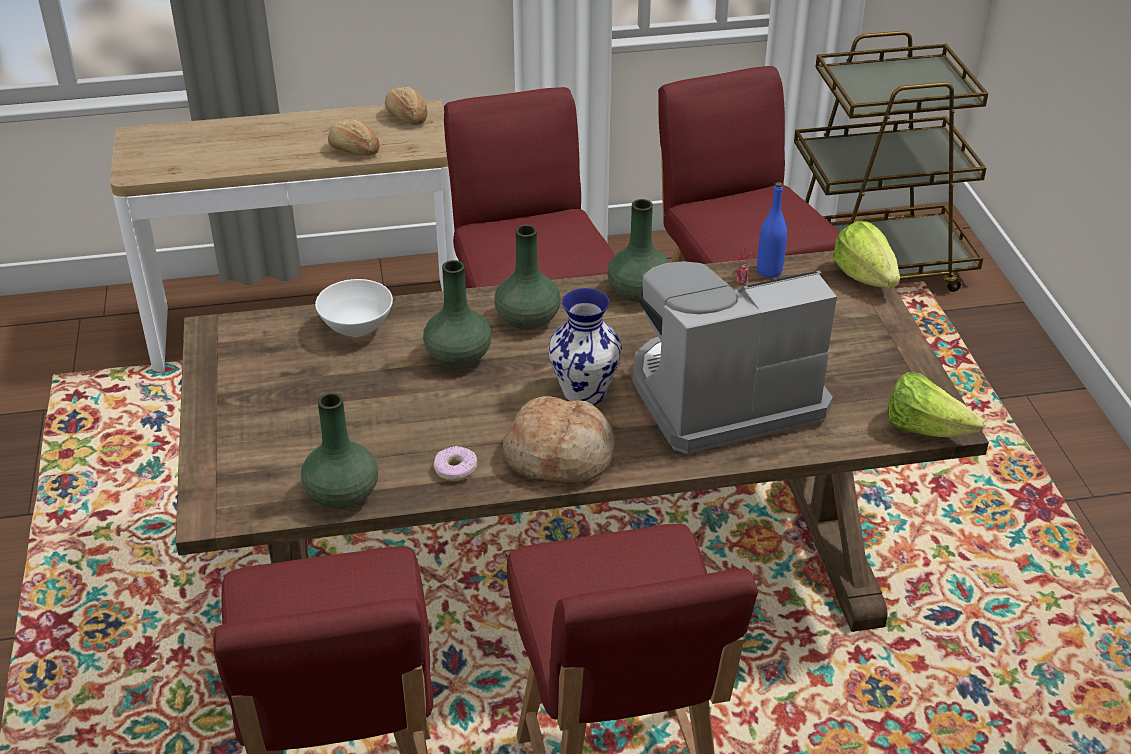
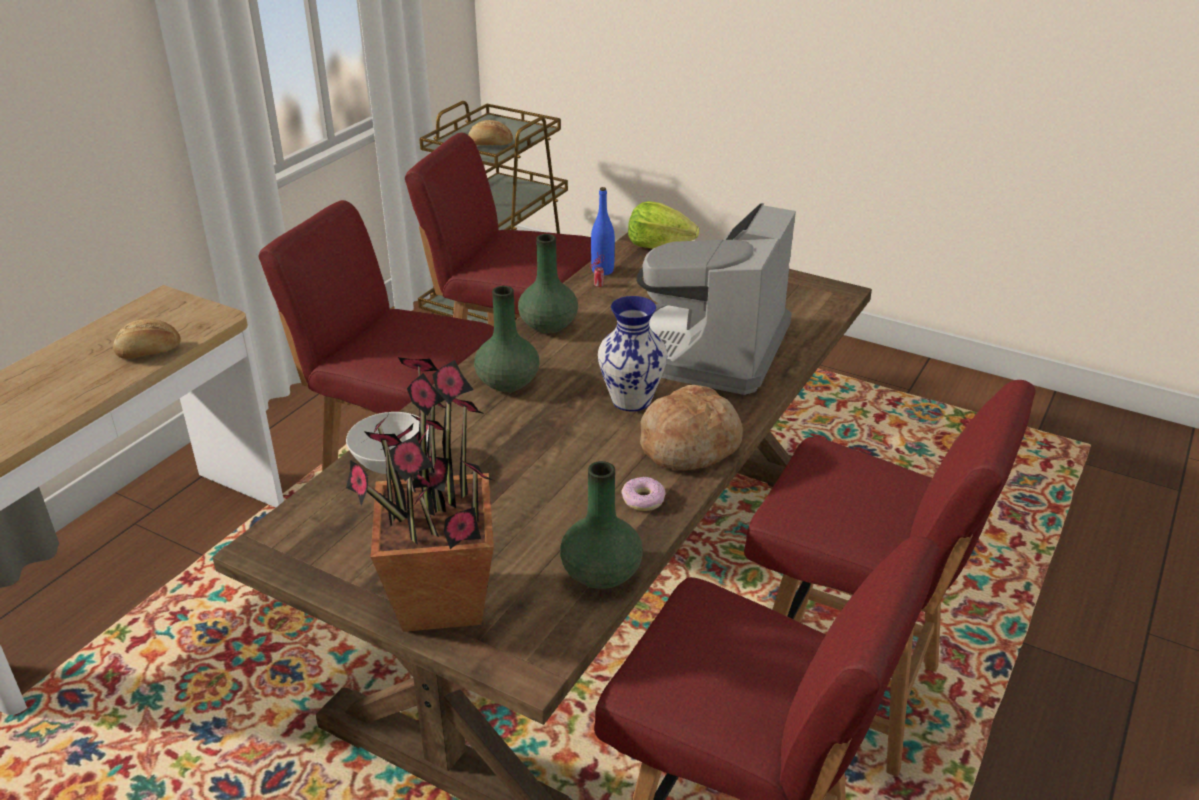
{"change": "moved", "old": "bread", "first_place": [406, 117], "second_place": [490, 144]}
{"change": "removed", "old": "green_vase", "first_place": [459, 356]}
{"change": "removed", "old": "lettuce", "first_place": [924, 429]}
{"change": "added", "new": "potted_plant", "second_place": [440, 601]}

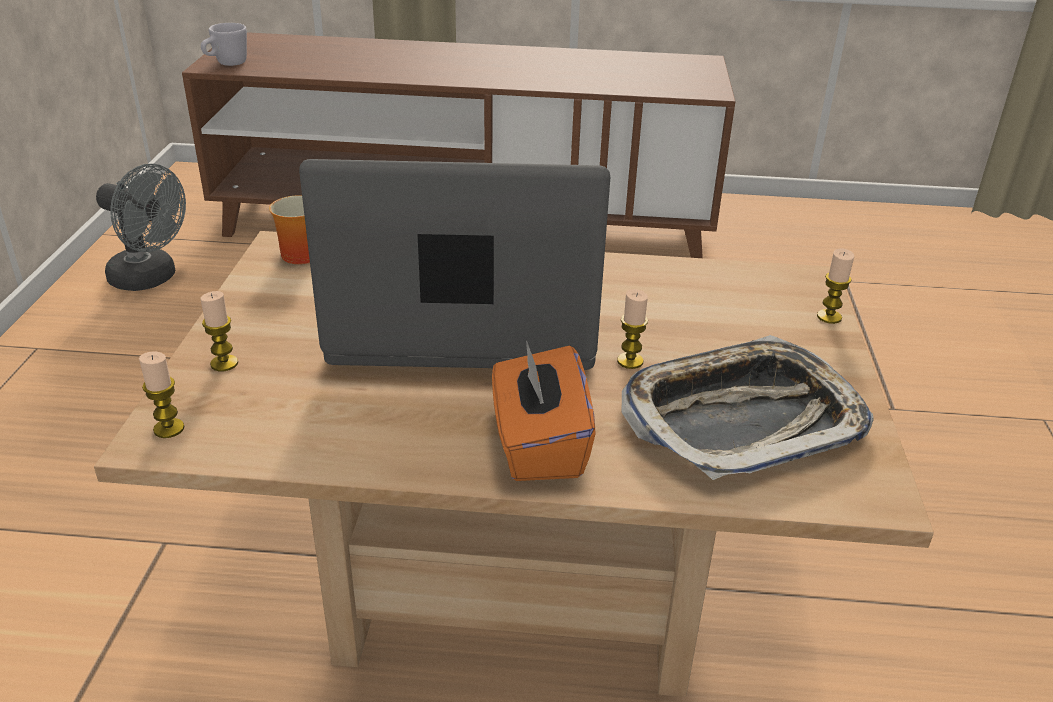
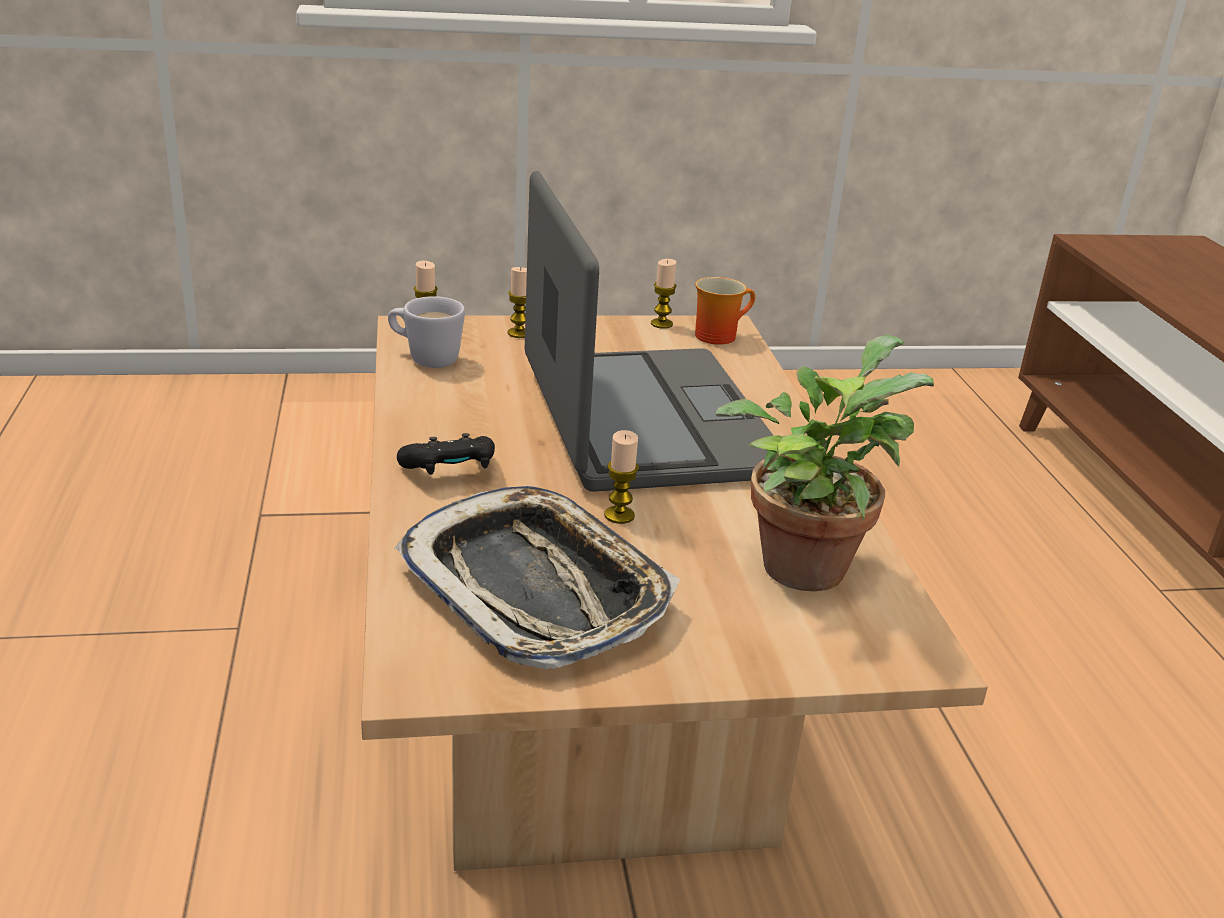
{"change": "removed", "old": "grey_fan", "first_place": [151, 279]}
{"change": "moved", "old": "white_mug", "first_place": [226, 64], "second_place": [425, 358]}
{"change": "replaced", "old": "orange_tissue_box", "new": "black_game_controller", "first_place": [538, 445], "second_place": [450, 473]}
{"change": "moved", "old": "candle", "first_place": [829, 317], "second_place": [661, 324]}
{"change": "added", "new": "potted_plant", "second_place": [804, 561]}

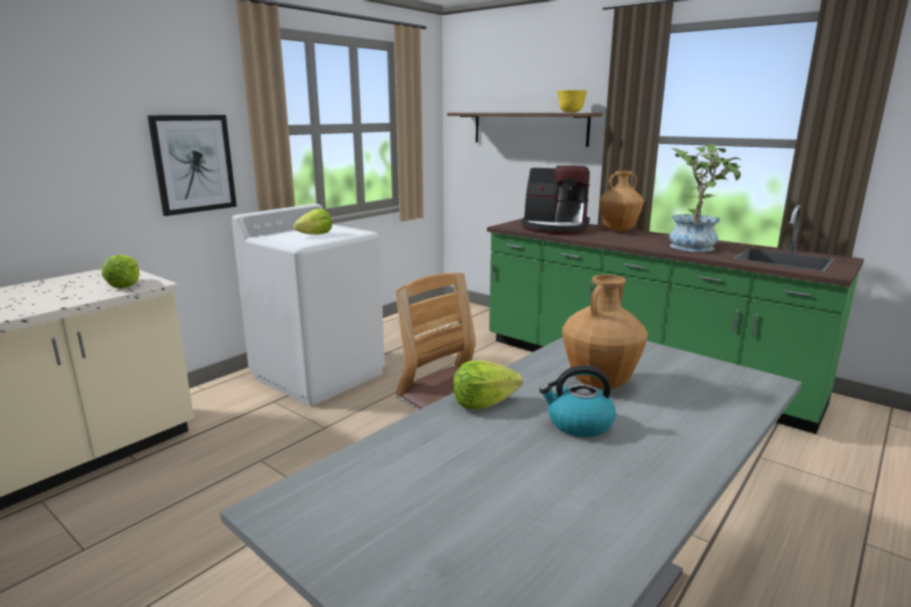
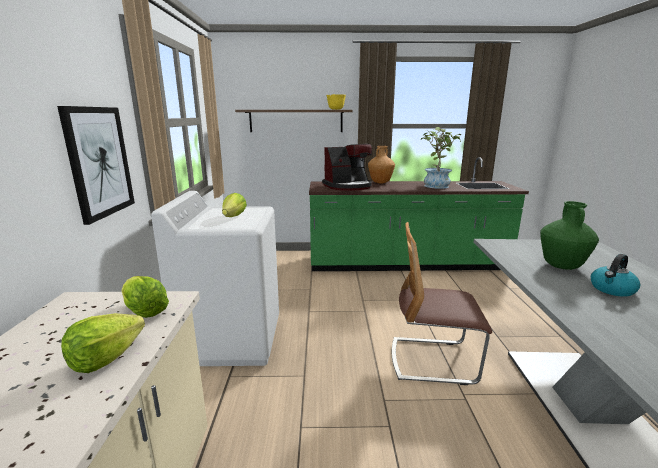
{"change": "moved", "old": "lettuce", "first_place": [483, 403], "second_place": [106, 358]}
{"change": "recoloured", "old": "brown_vase", "new": "green_vase", "first_place": [599, 384], "second_place": [561, 266]}

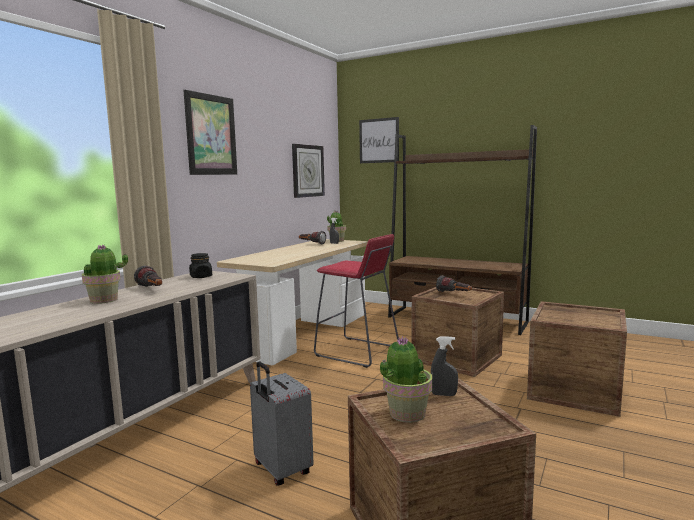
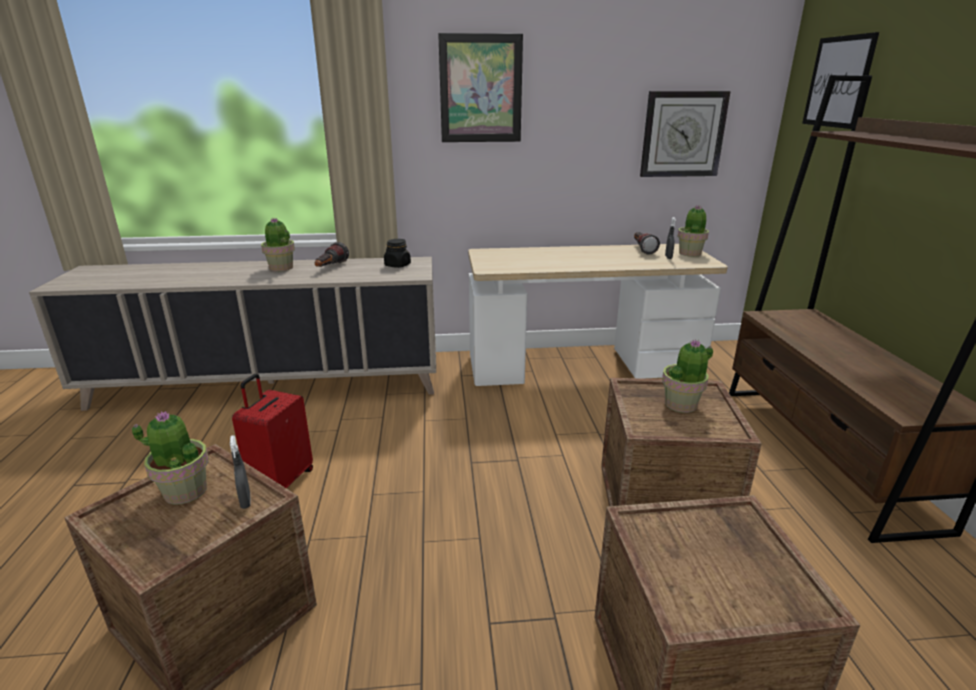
{"change": "recoloured", "old": "grey_suitcase", "new": "red_suitcase", "first_place": [281, 470], "second_place": [281, 480]}
{"change": "removed", "old": "red_stool", "first_place": [357, 352]}
{"change": "replaced", "old": "flashlight", "new": "potted_plant", "first_place": [454, 294], "second_place": [681, 404]}

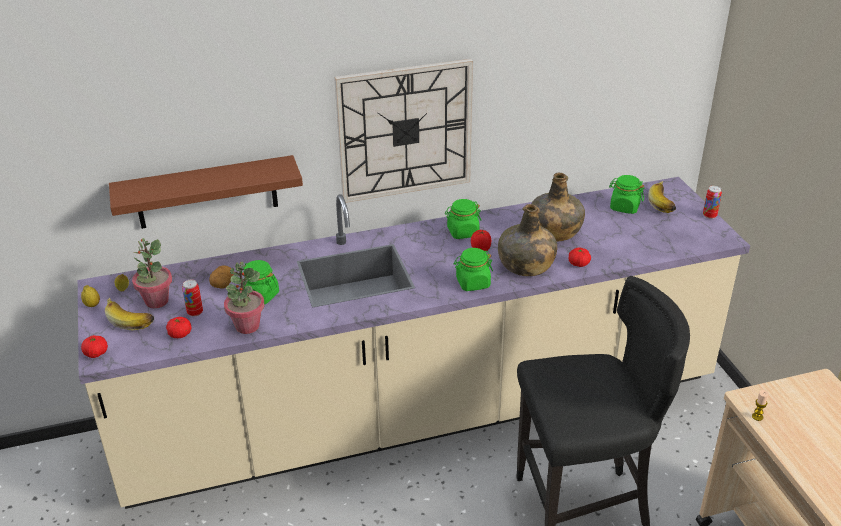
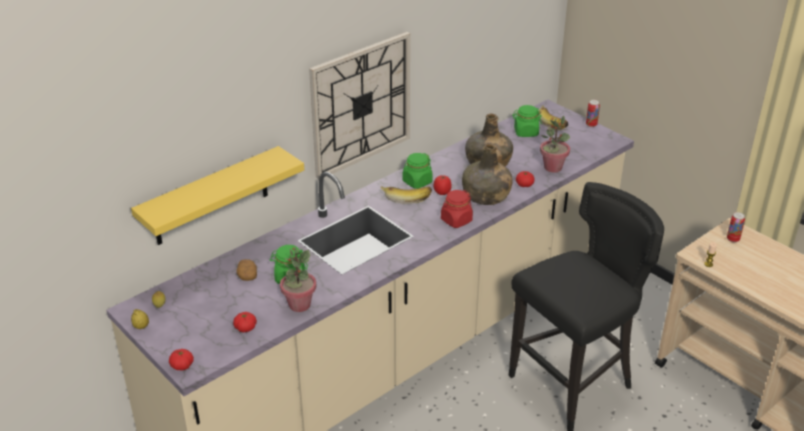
{"change": "moved", "old": "banana", "first_place": [131, 319], "second_place": [406, 197]}
{"change": "recoloured", "old": "brown_shelf", "new": "yellow_shelf", "first_place": [206, 192], "second_place": [211, 197]}
{"change": "moved", "old": "potted_plant", "first_place": [156, 301], "second_place": [552, 167]}
{"change": "moved", "old": "can", "first_place": [195, 312], "second_place": [733, 239]}
{"change": "recoloured", "old": "green_jar", "new": "red_jar", "first_place": [472, 283], "second_place": [456, 220]}

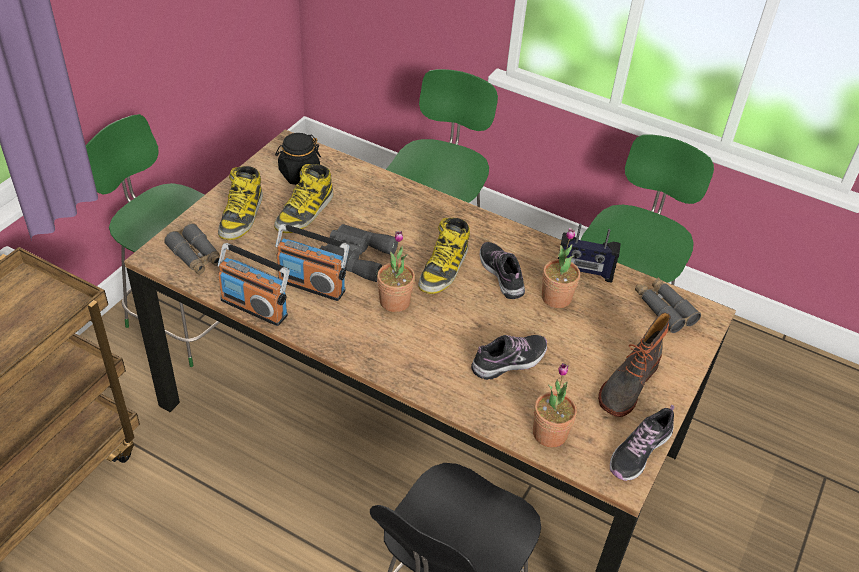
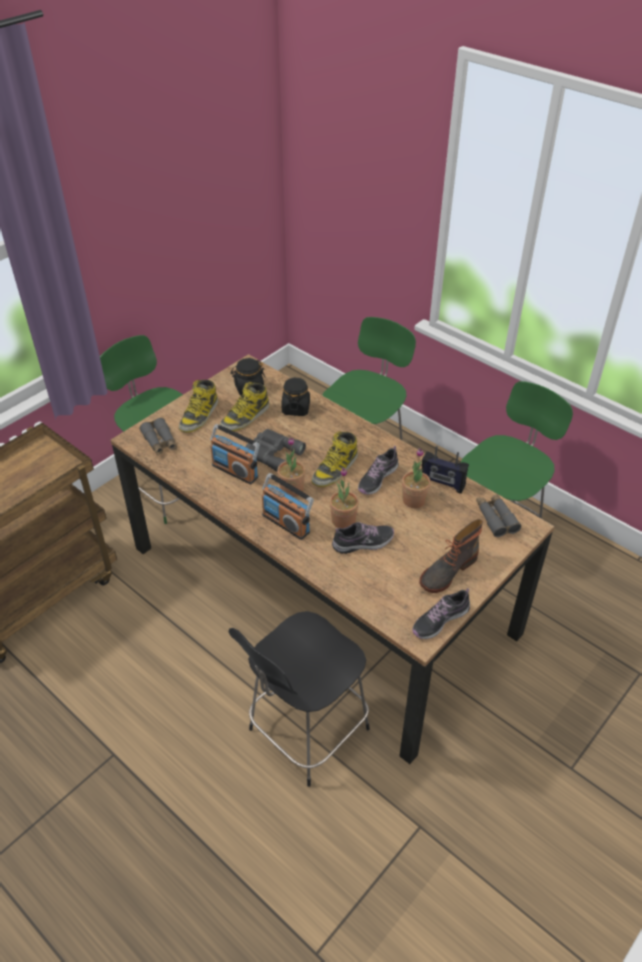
{"change": "moved", "old": "radio", "first_place": [255, 307], "second_place": [286, 523]}
{"change": "turned", "old": "shoe", "first_place": [501, 275], "second_place": [377, 478], "degrees": -135}
{"change": "moved", "old": "potted_plant", "first_place": [549, 434], "second_place": [343, 520]}
{"change": "added", "new": "black_jar", "second_place": [296, 408]}

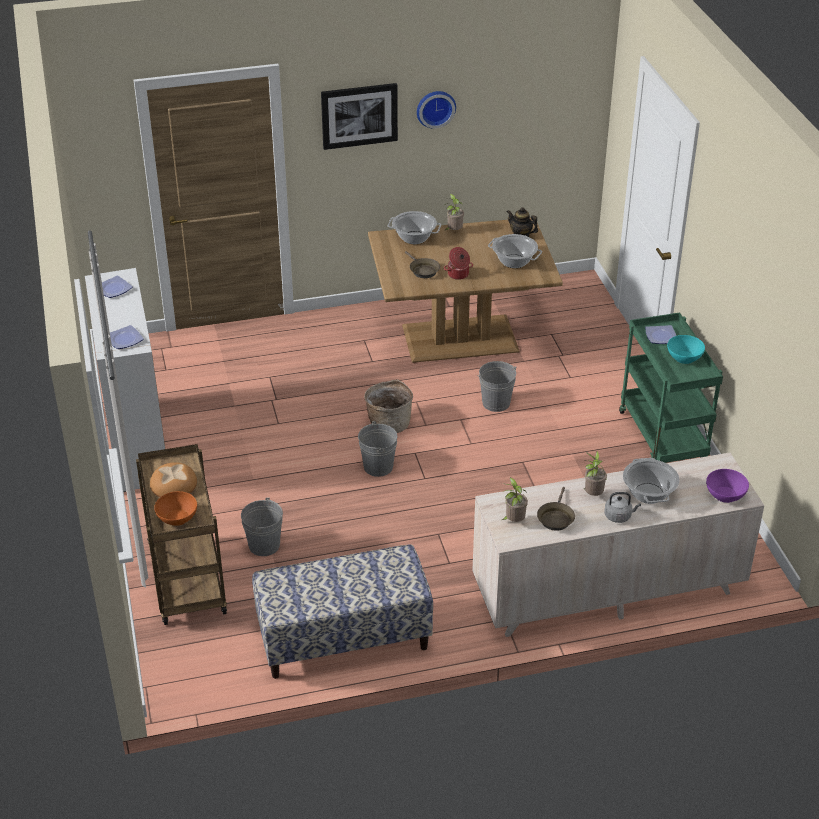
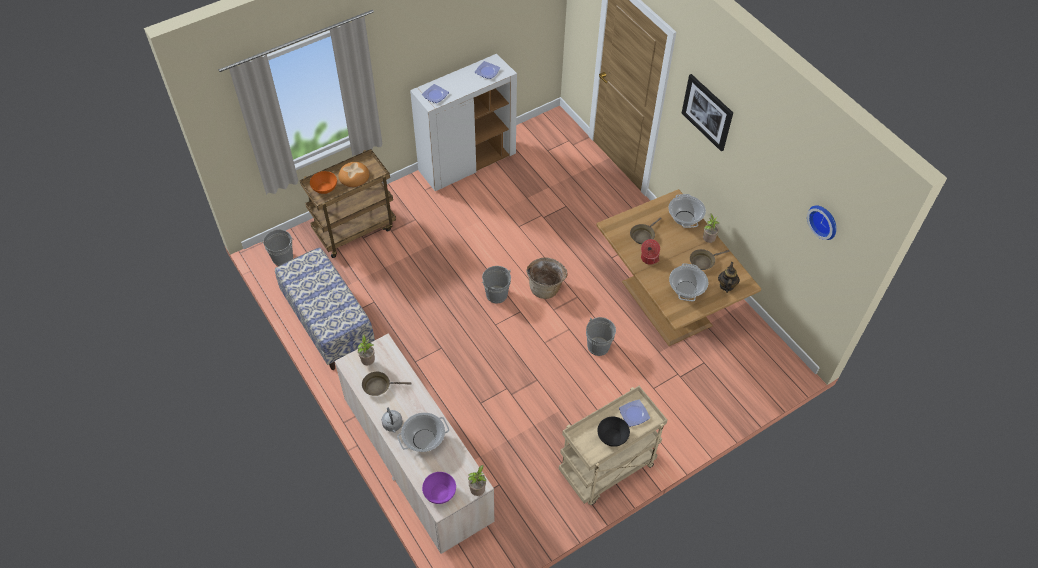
{"change": "moved", "old": "grey_bucket", "first_place": [264, 545], "second_place": [282, 258]}
{"change": "moved", "old": "wall_clock", "first_place": [435, 108], "second_place": [824, 221]}
{"change": "moved", "old": "potted_plant", "first_place": [592, 494], "second_place": [478, 490]}
{"change": "recoloured", "old": "green_cart", "new": "beige_cart", "first_place": [664, 437], "second_place": [606, 470]}
{"change": "recoloured", "old": "turquoise_bowl", "new": "black_bowl", "first_place": [684, 357], "second_place": [612, 436]}
{"change": "added", "new": "brown_frying_pan", "second_place": [703, 261]}

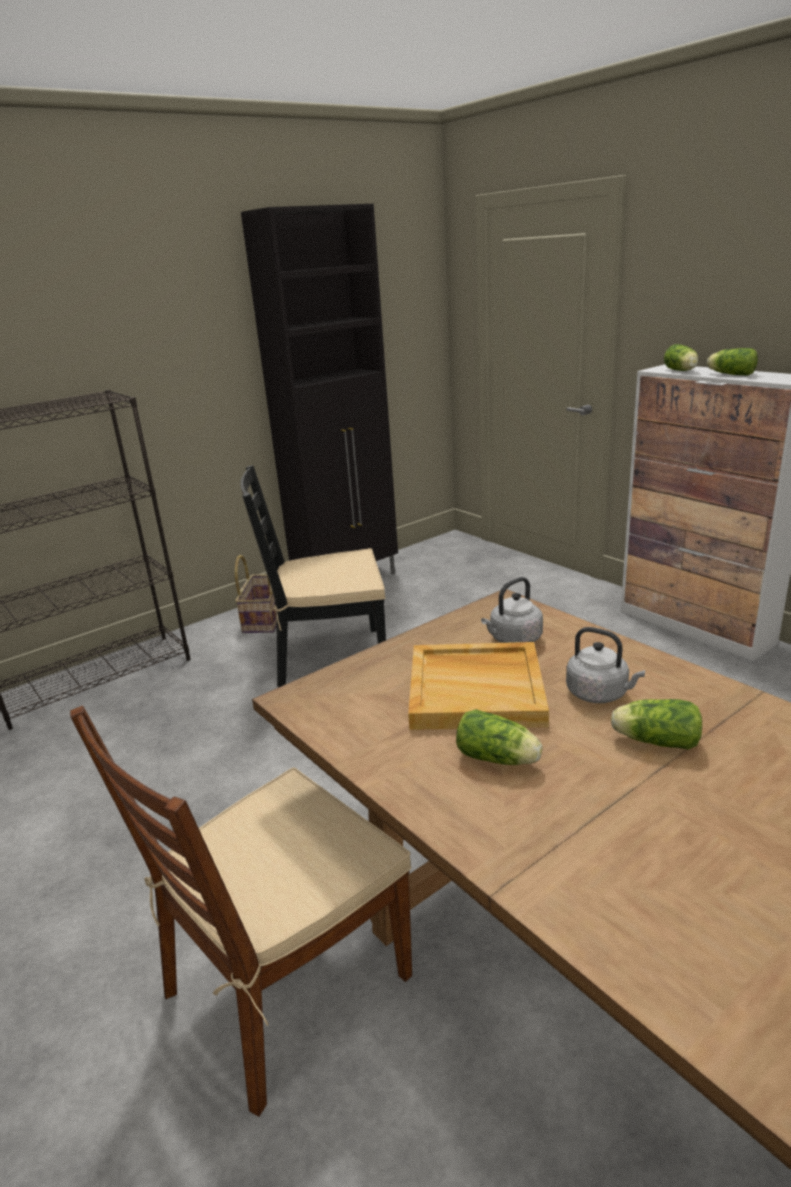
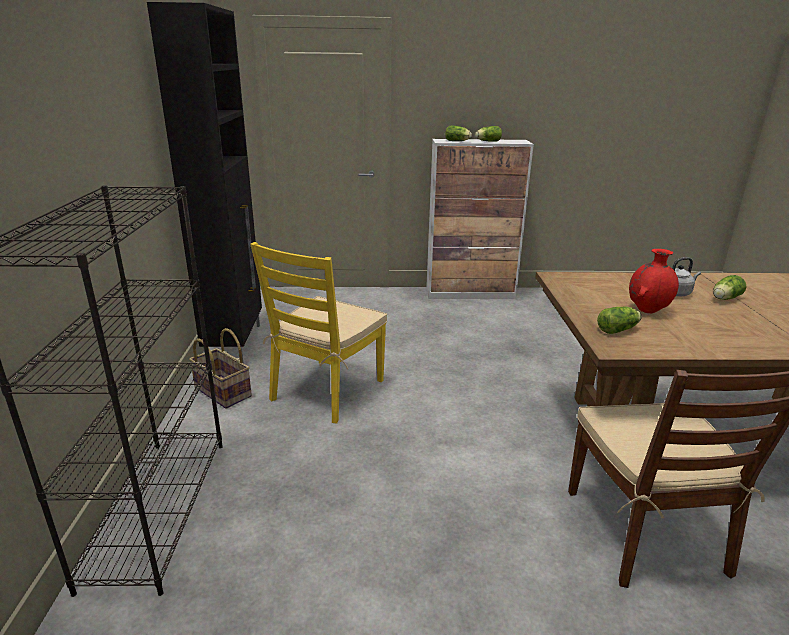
{"change": "recoloured", "old": "black_chair", "new": "yellow_chair", "first_place": [328, 657], "second_place": [327, 390]}
{"change": "replaced", "old": "beige_tray", "new": "red_vase", "first_place": [477, 689], "second_place": [647, 310]}
{"change": "moved", "old": "lettuce", "first_place": [499, 759], "second_place": [619, 330]}
{"change": "removed", "old": "grey_kettle", "first_place": [513, 640]}

